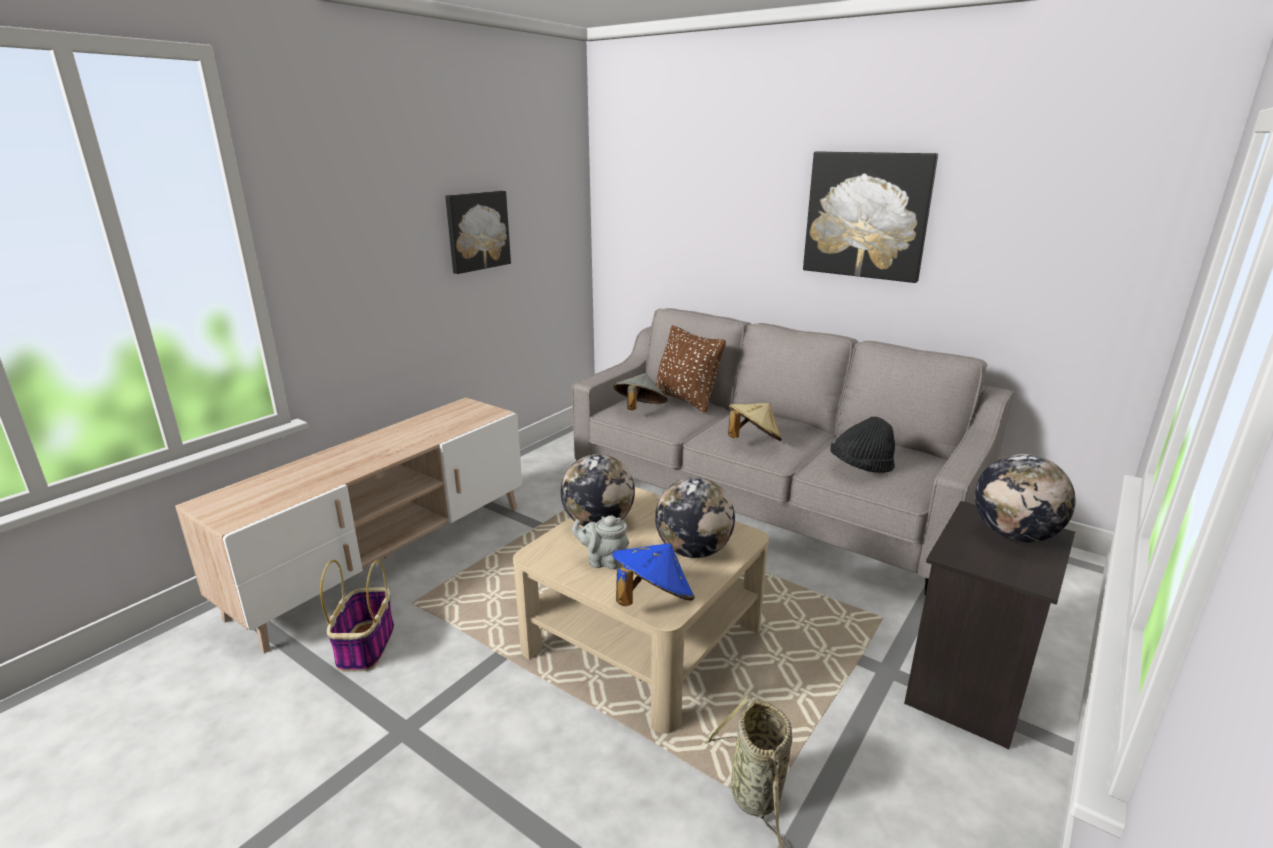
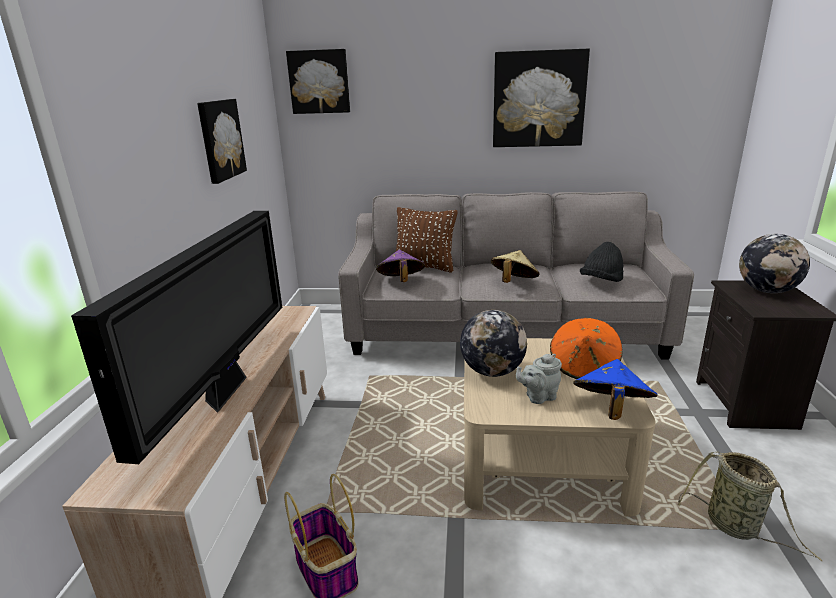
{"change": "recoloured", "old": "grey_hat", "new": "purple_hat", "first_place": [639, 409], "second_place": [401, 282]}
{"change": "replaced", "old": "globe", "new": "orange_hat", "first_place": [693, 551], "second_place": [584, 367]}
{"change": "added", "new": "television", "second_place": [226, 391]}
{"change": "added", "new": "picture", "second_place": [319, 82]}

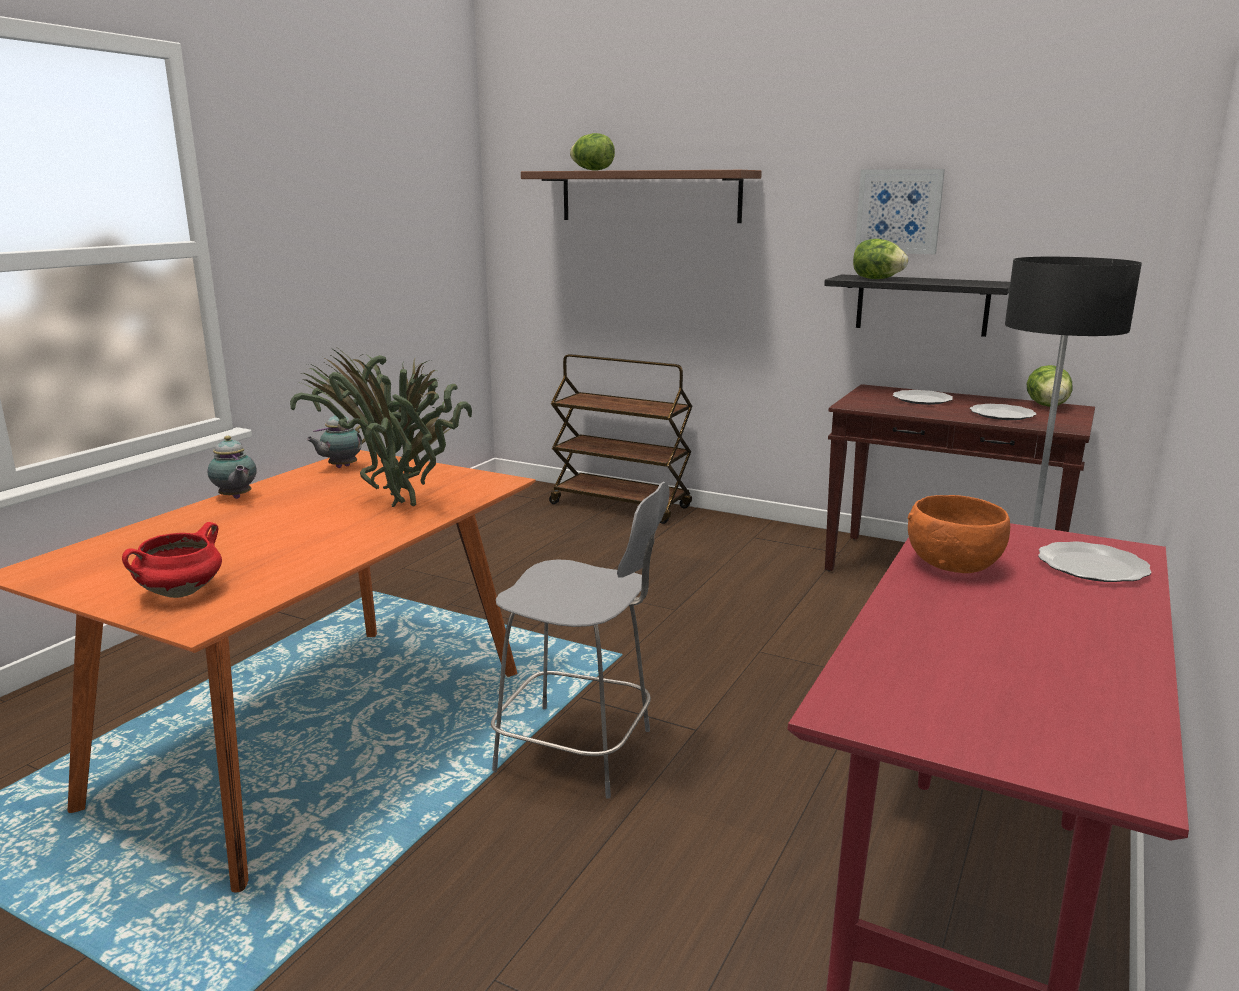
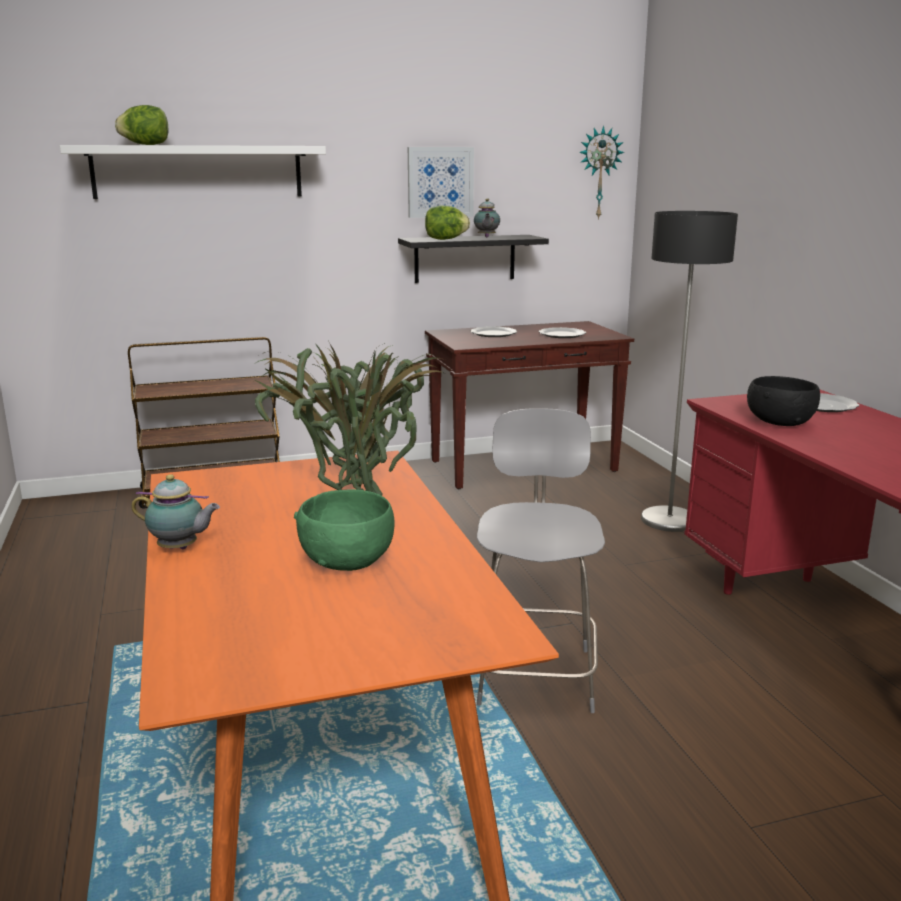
{"change": "removed", "old": "red_cooking_pot", "first_place": [180, 593]}
{"change": "moved", "old": "teapot", "first_place": [341, 467], "second_place": [486, 237]}
{"change": "turned", "old": "grey_chair", "first_place": [580, 751], "second_place": [535, 674], "degrees": -60}
{"change": "recoloured", "old": "brown_shelf", "new": "white_shelf", "first_place": [649, 196], "second_place": [198, 172]}
{"change": "recoloured", "old": "orange_bowl", "new": "black_bowl", "first_place": [952, 564], "second_place": [779, 423]}
{"change": "removed", "old": "lettuce", "first_place": [1047, 406]}
{"change": "added", "new": "green_bowl", "second_place": [347, 560]}
{"change": "added", "new": "wall_clock", "second_place": [599, 173]}

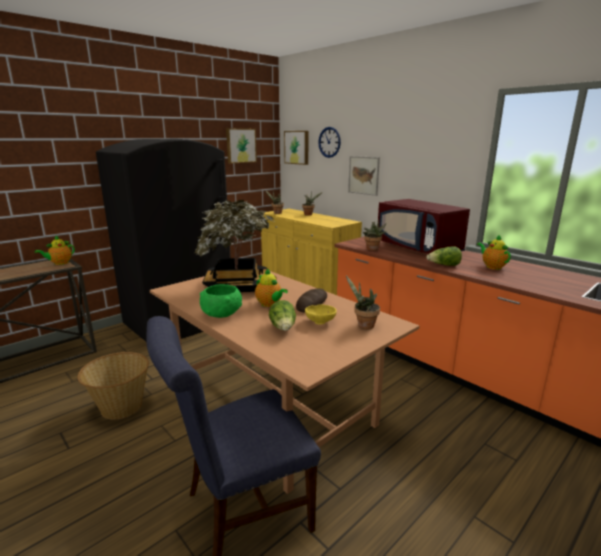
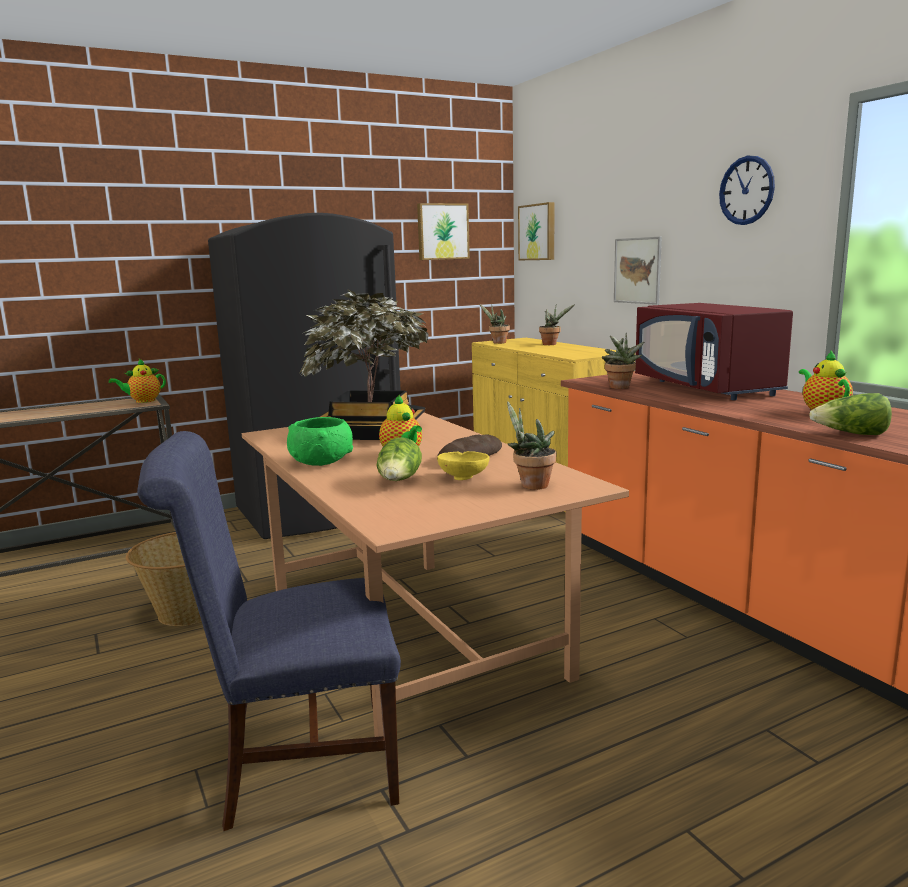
{"change": "moved", "old": "wall_clock", "first_place": [329, 142], "second_place": [746, 190]}
{"change": "moved", "old": "lettuce", "first_place": [444, 265], "second_place": [851, 434]}

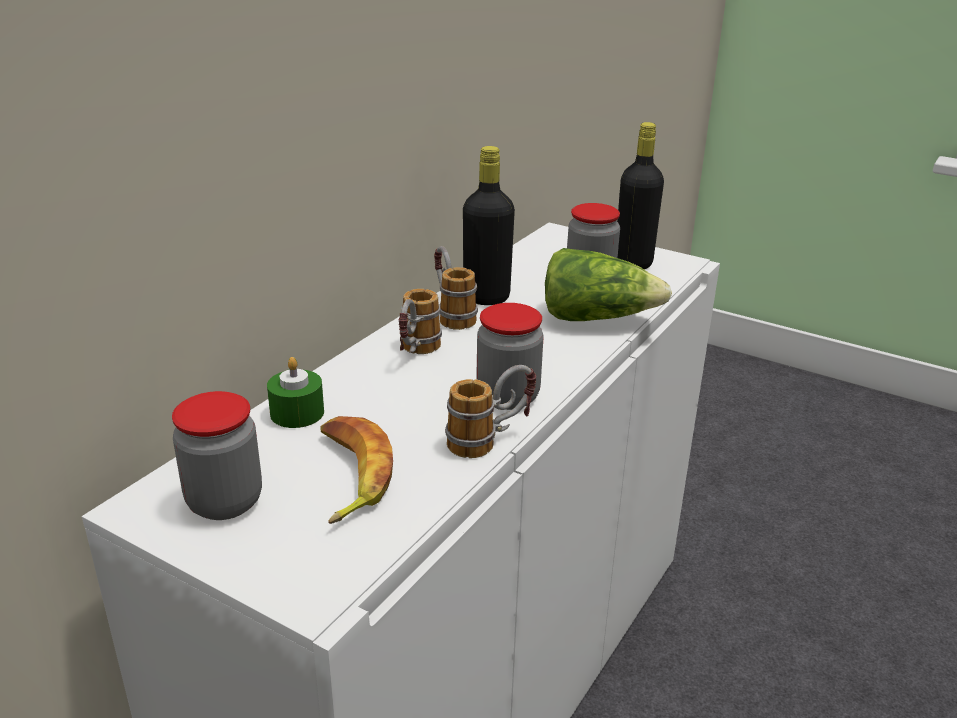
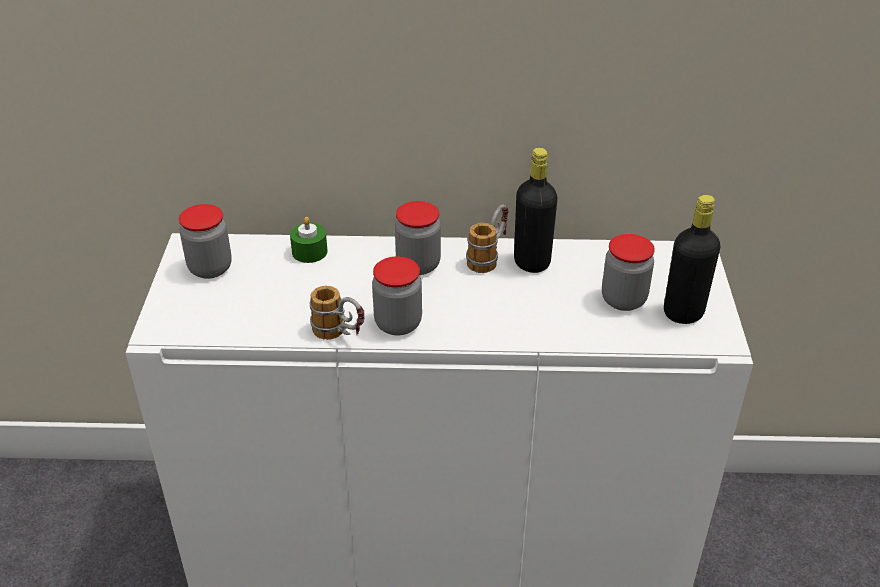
{"change": "removed", "old": "banana", "first_place": [349, 475]}
{"change": "replaced", "old": "mug", "new": "jar", "first_place": [415, 354], "second_place": [418, 265]}
{"change": "removed", "old": "lettuce", "first_place": [597, 318]}

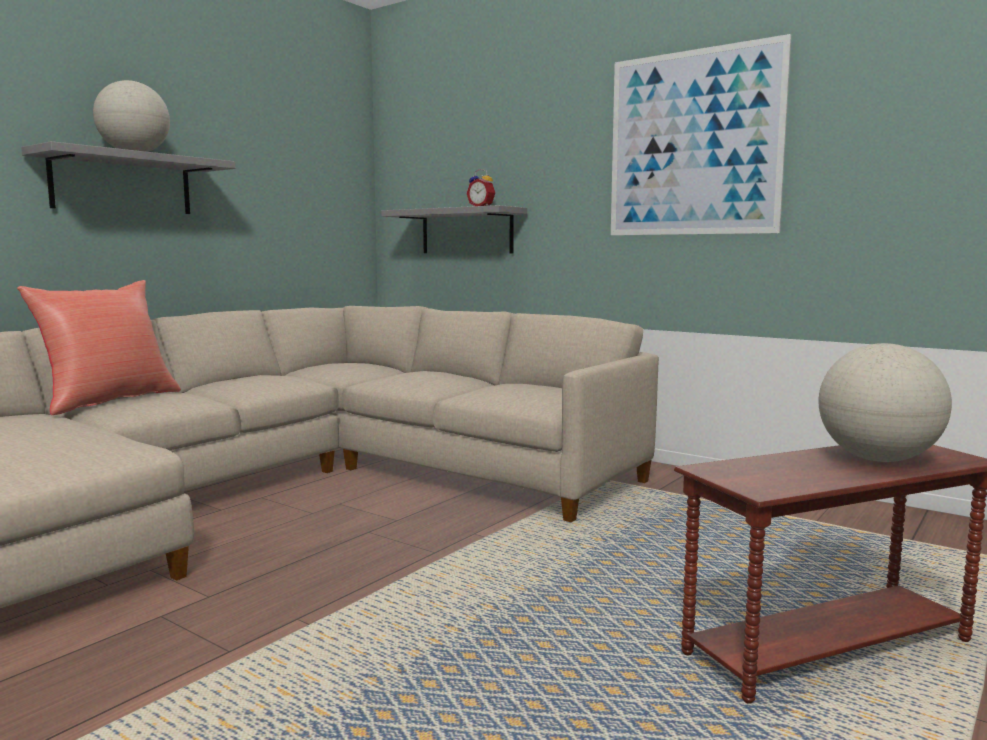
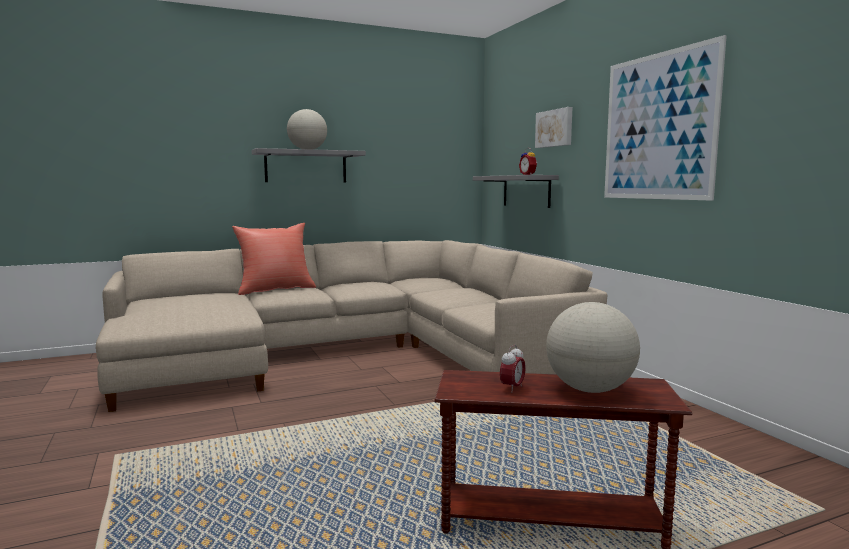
{"change": "added", "new": "alarm_clock", "second_place": [512, 388]}
{"change": "added", "new": "picture", "second_place": [555, 128]}

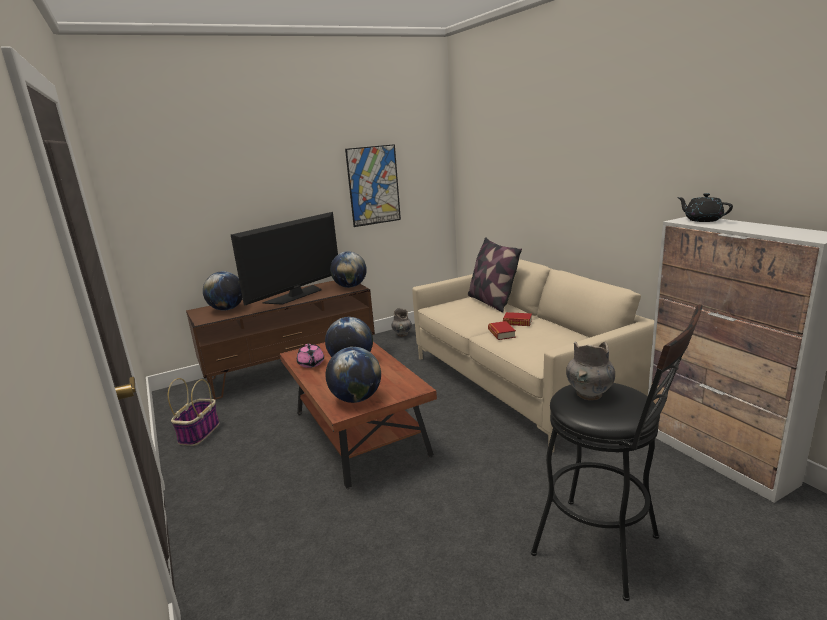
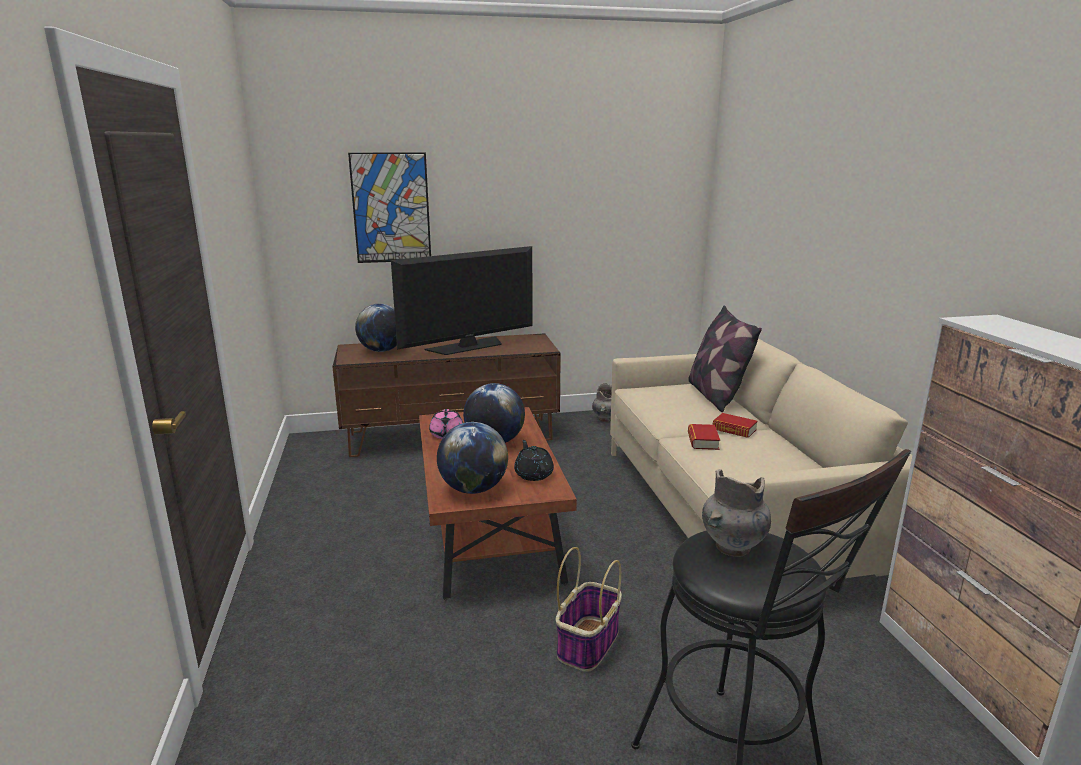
{"change": "moved", "old": "basket", "first_place": [199, 432], "second_place": [588, 643]}
{"change": "removed", "old": "globe", "first_place": [350, 286]}
{"change": "moved", "old": "picture", "first_place": [373, 185], "second_place": [391, 208]}
{"change": "moved", "old": "black_teapot", "first_place": [702, 220], "second_place": [533, 474]}

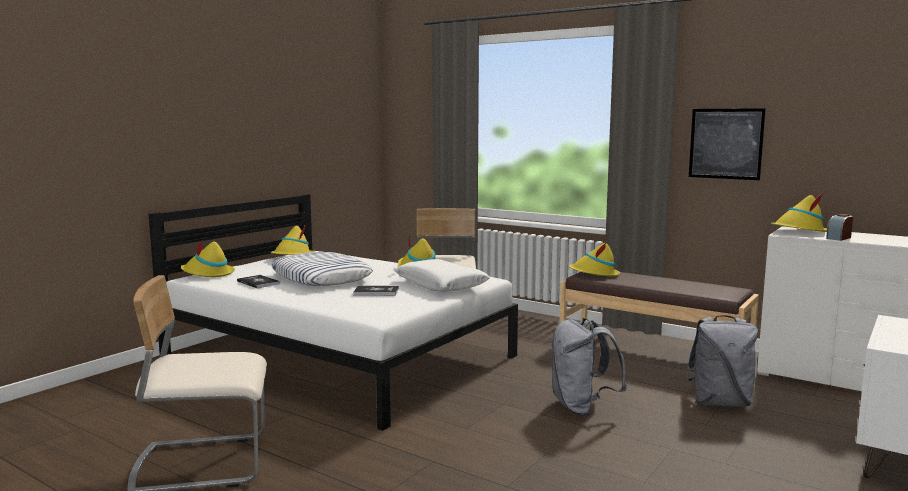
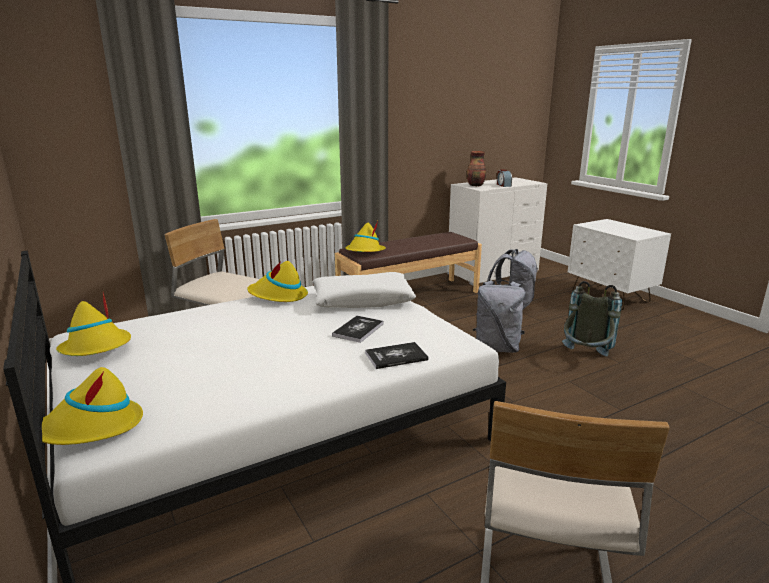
{"change": "moved", "old": "book", "first_place": [258, 282], "second_place": [396, 356]}
{"change": "removed", "old": "pillow", "first_place": [321, 277]}
{"change": "removed", "old": "picture", "first_place": [726, 143]}
{"change": "replaced", "old": "yellow_hat", "new": "vase", "first_place": [799, 232], "second_place": [475, 185]}
{"change": "added", "new": "grey_backpack", "second_place": [585, 358]}

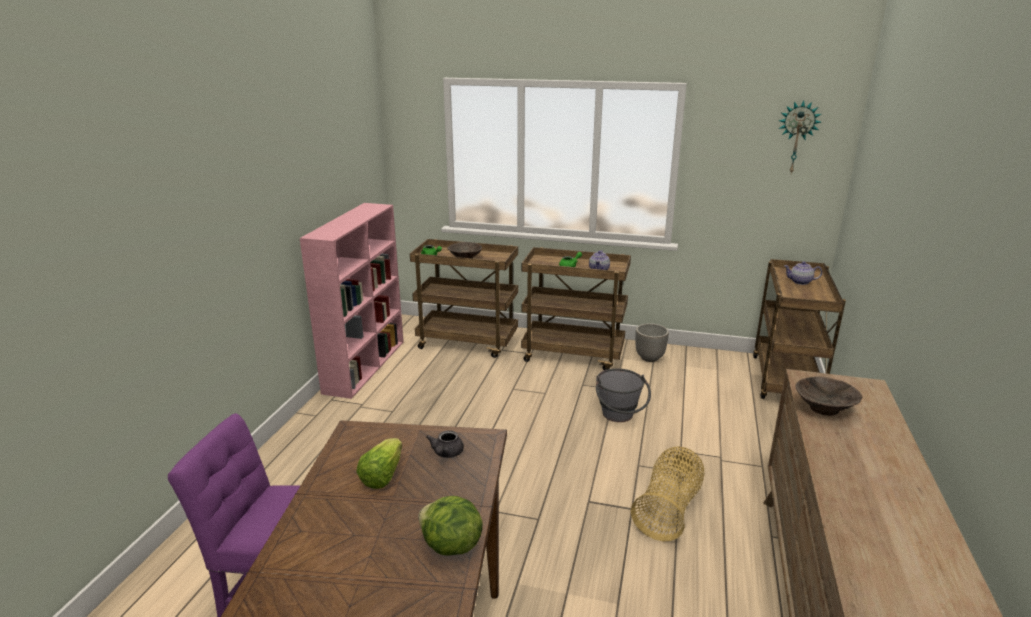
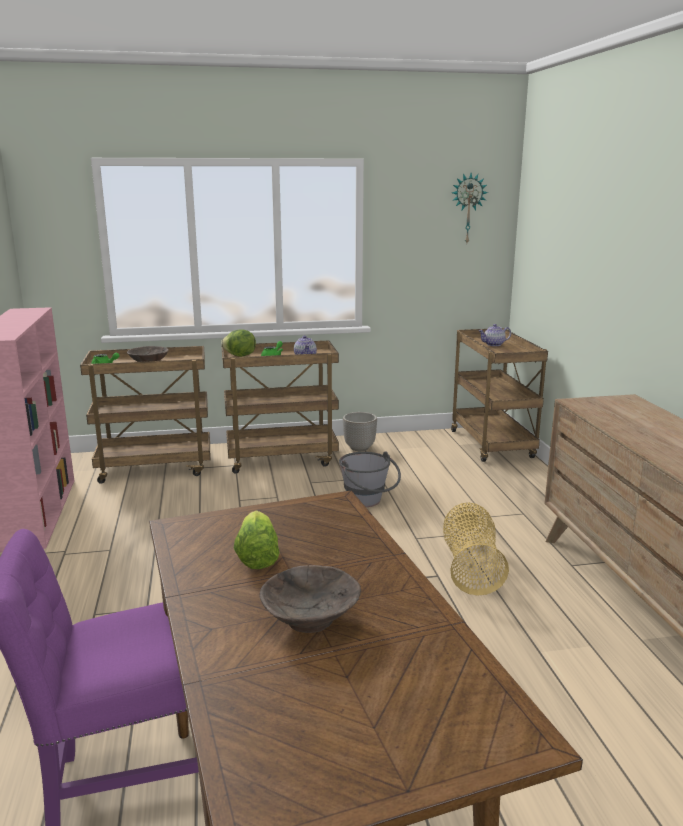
{"change": "moved", "old": "lettuce", "first_place": [450, 546], "second_place": [240, 356]}
{"change": "removed", "old": "grey_teapot", "first_place": [446, 454]}
{"change": "moved", "old": "brown_bowl", "first_place": [824, 408], "second_place": [311, 620]}

